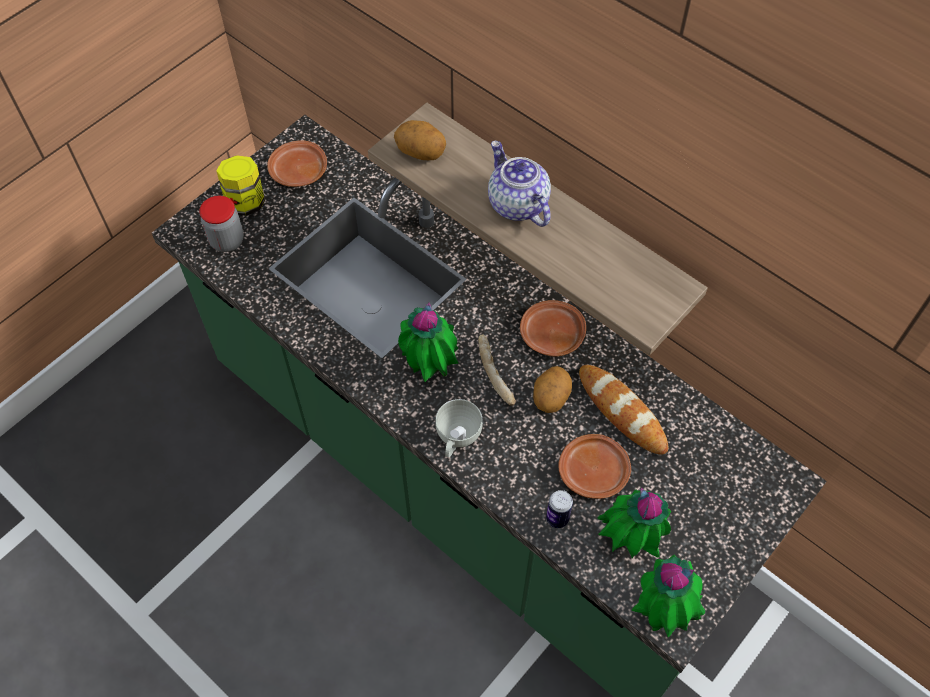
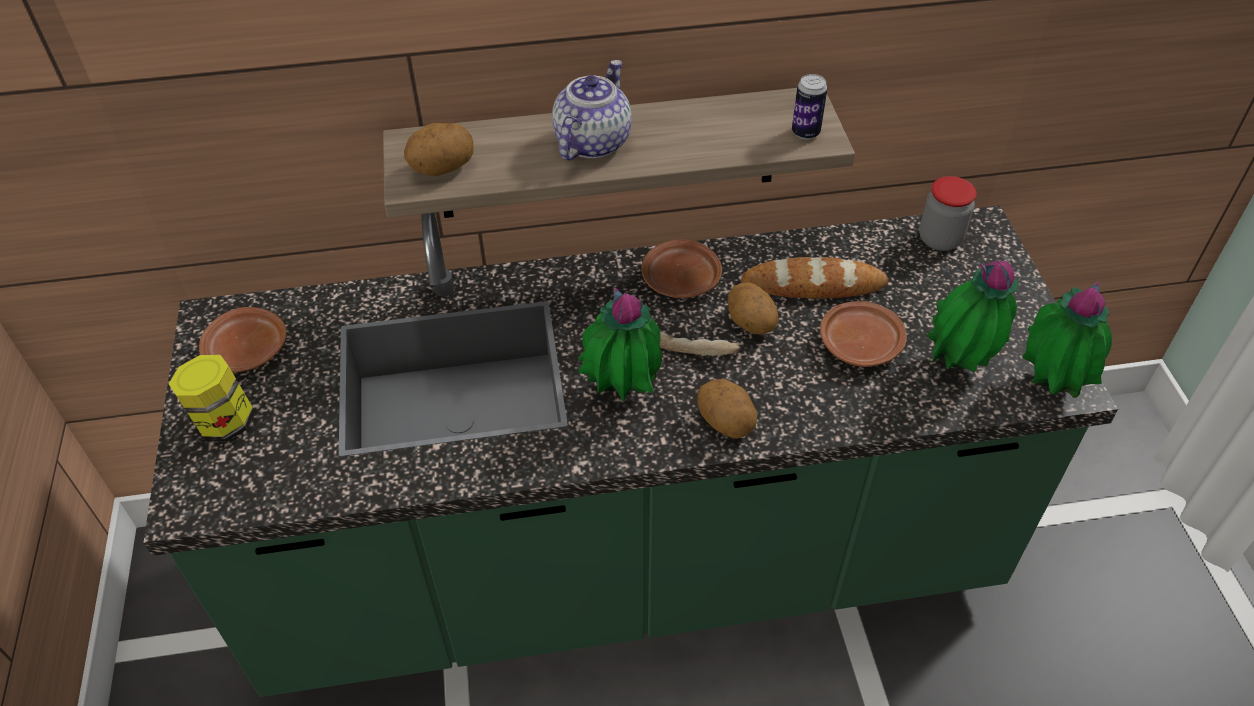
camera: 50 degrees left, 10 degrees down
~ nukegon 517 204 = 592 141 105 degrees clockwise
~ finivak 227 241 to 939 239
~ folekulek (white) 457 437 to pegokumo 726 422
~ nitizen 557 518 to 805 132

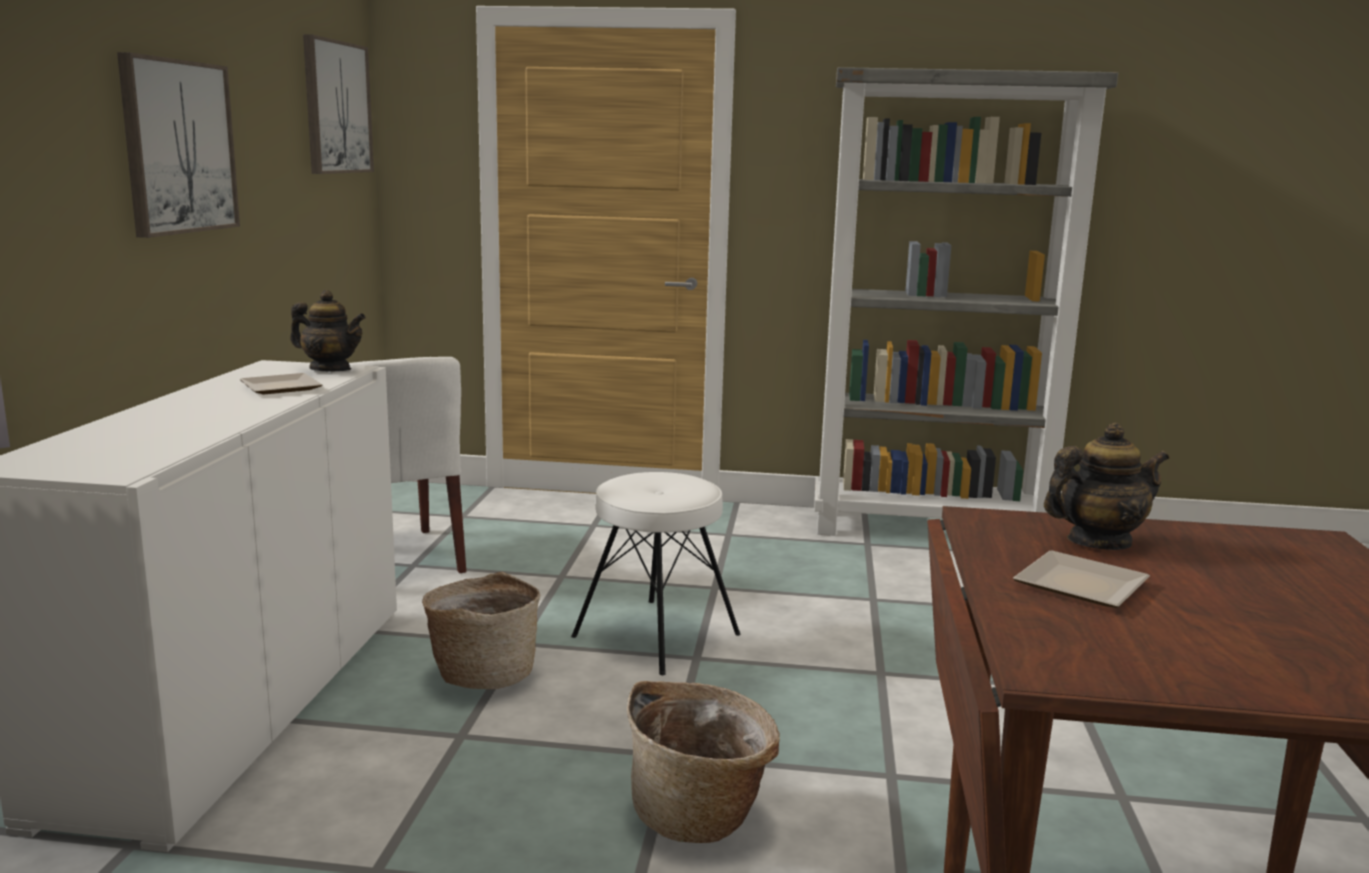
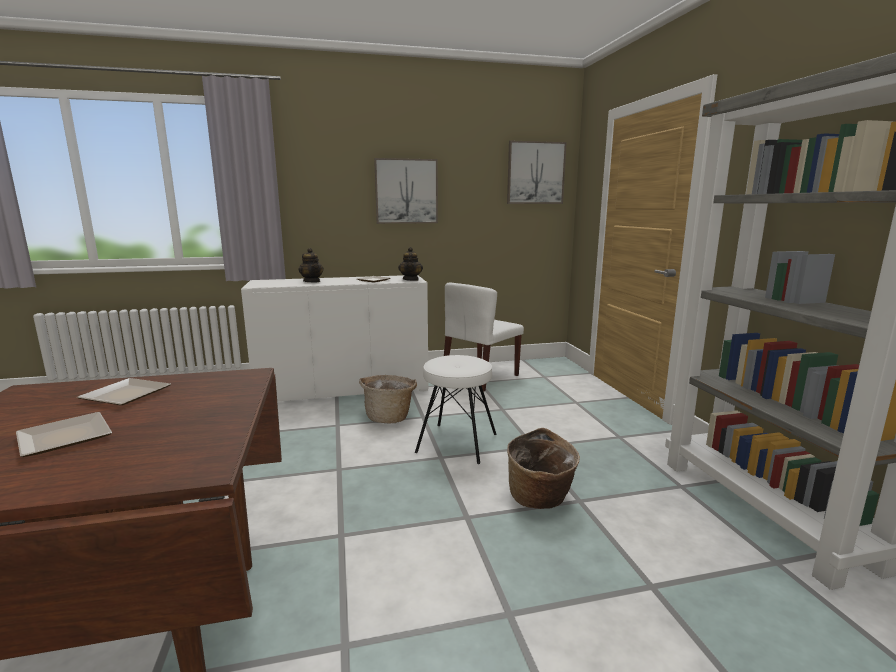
camera: 70 degrees right, 0 degrees up
~ nukegon 1098 542 to 312 281
~ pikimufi 700 815 to 540 499
+ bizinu 62 439

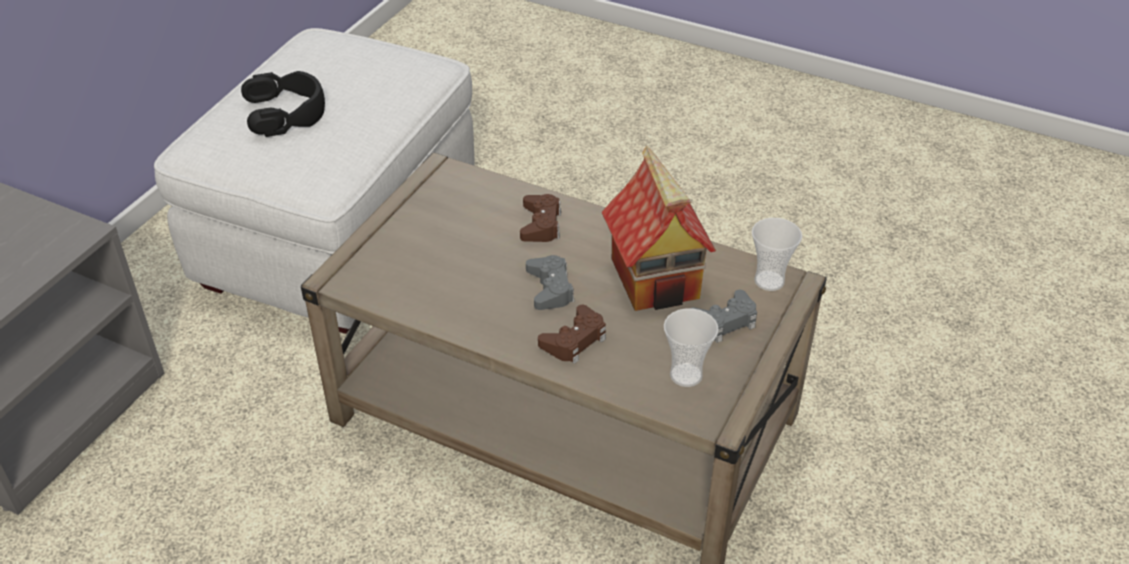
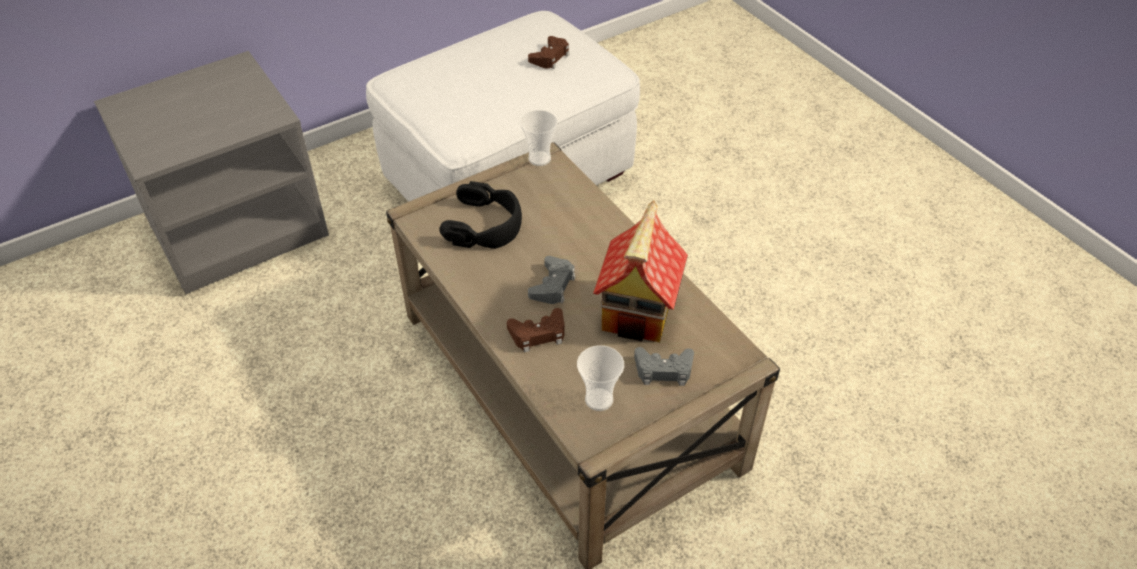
camera: 30 degrees right, 5 degrees up
~ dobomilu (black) 286 112 to 485 225
~ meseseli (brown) 541 224 to 550 57
~ folekulek 769 281 to 539 159

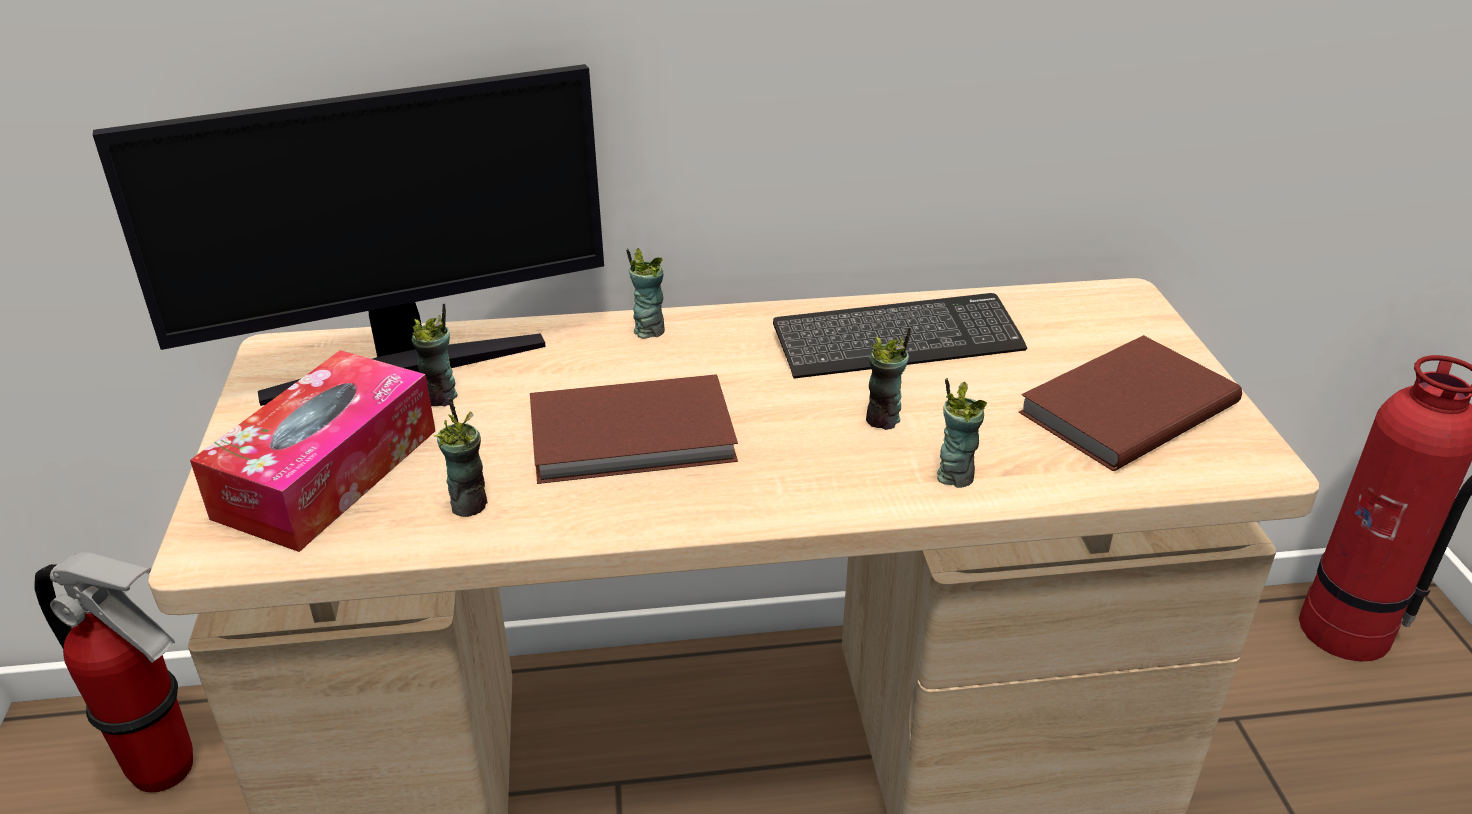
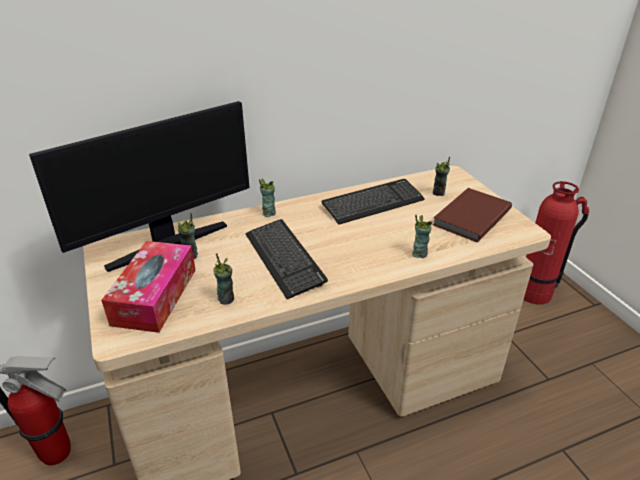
camera: 15 degrees left, 0 degrees up
~ folekulek 883 420 to 439 193
~ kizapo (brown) 635 437 to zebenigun 284 259

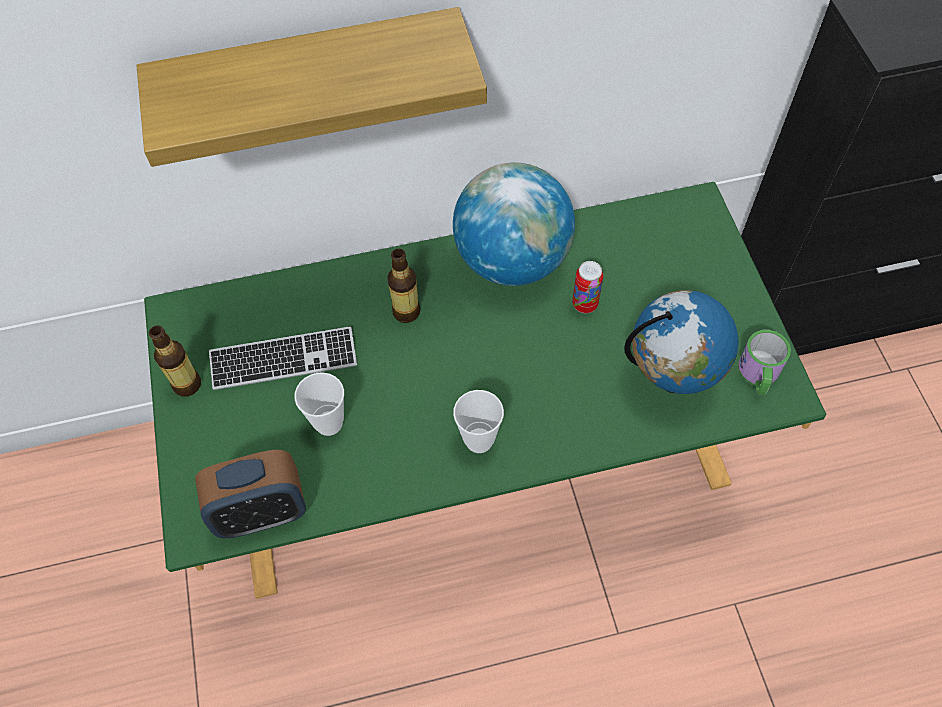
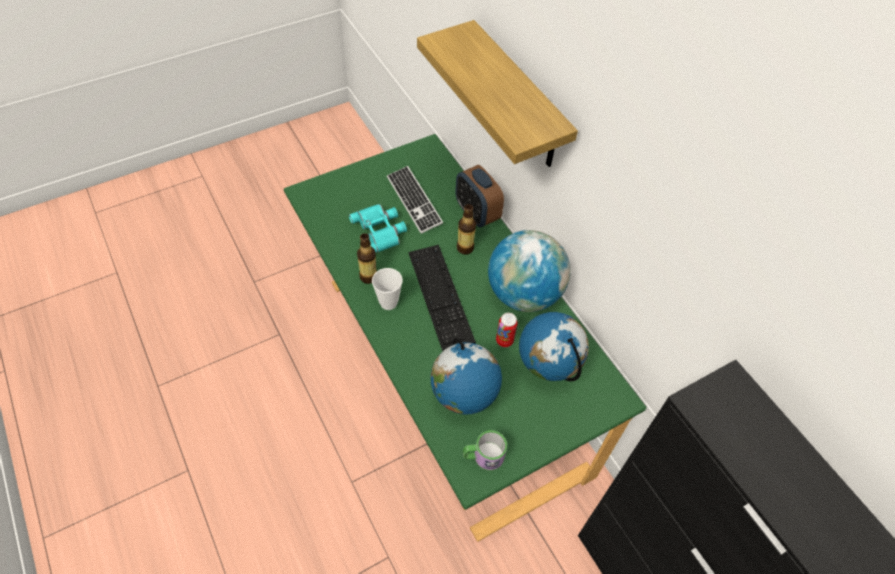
camera: 70 degrees right, 5 degrees down
~ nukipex 187 384 to 368 277
~ folekulek 329 423 to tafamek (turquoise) 380 230
~ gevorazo 262 513 to 476 213
+ zebenigun 440 296
+ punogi 546 370

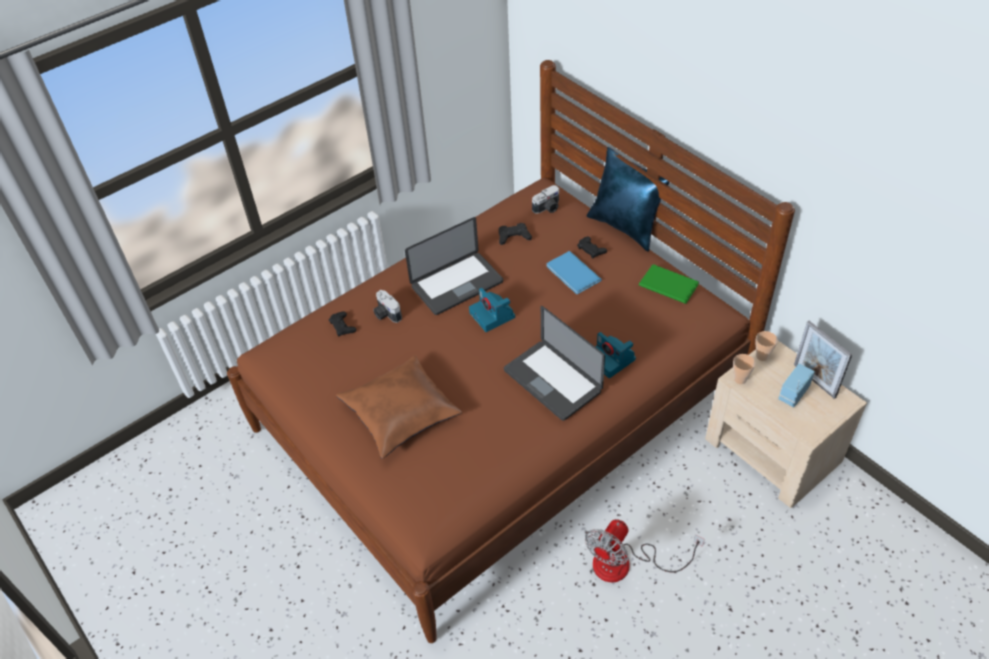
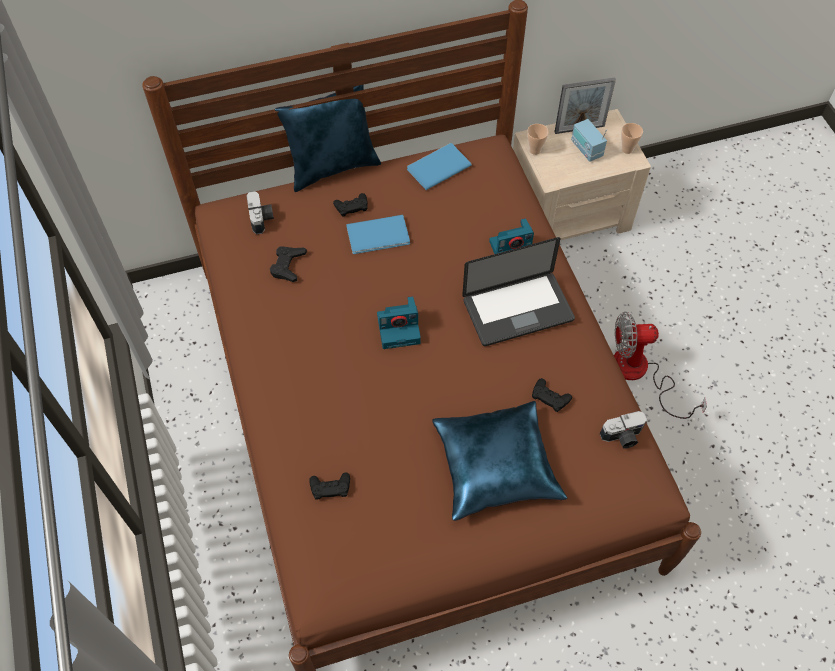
camera: 70 degrees left, 10 degrees up
- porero 457 284
~ kizapo (green) 667 283 to kizapo (blue) 436 167
~ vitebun 386 314 to 623 437
~ folekulek 740 379 to 627 149
~ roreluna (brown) 401 413 to roreluna (blue) 496 465
~ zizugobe 625 564 = 640 374 120 degrees clockwise
+ meseseli (black) 550 397

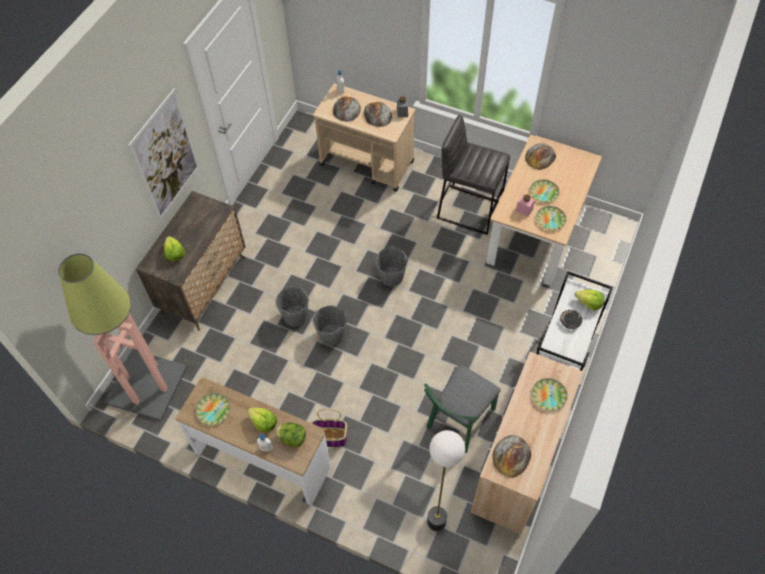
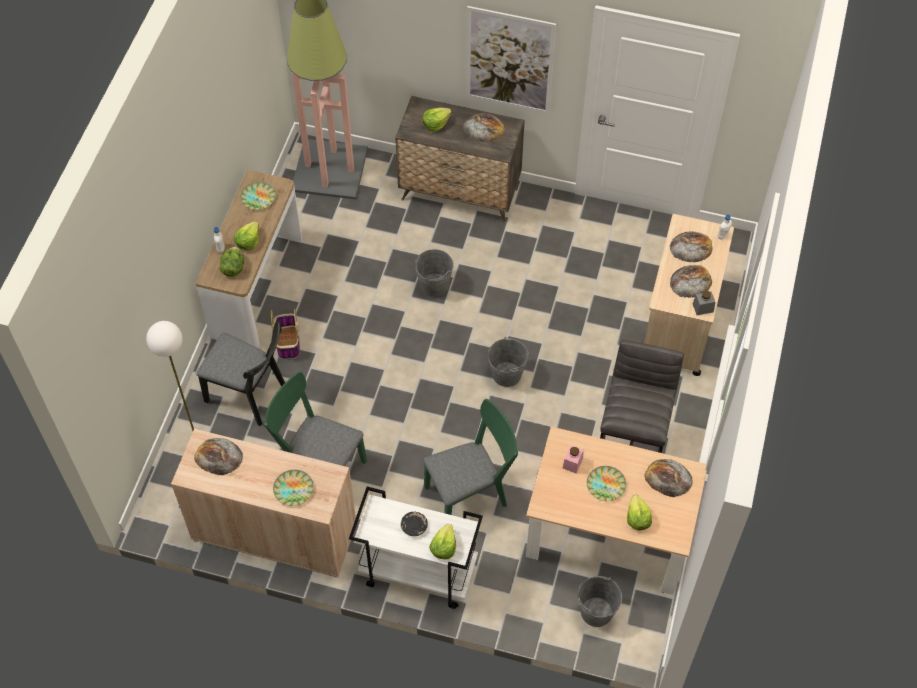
camera: 80 degrees right, 0 degrees up
- bizinu 551 219
~ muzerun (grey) 331 335 to 596 612
+ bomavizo 484 128
+ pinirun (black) 250 395
+ pinirun (green) 471 493
+ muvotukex 637 518

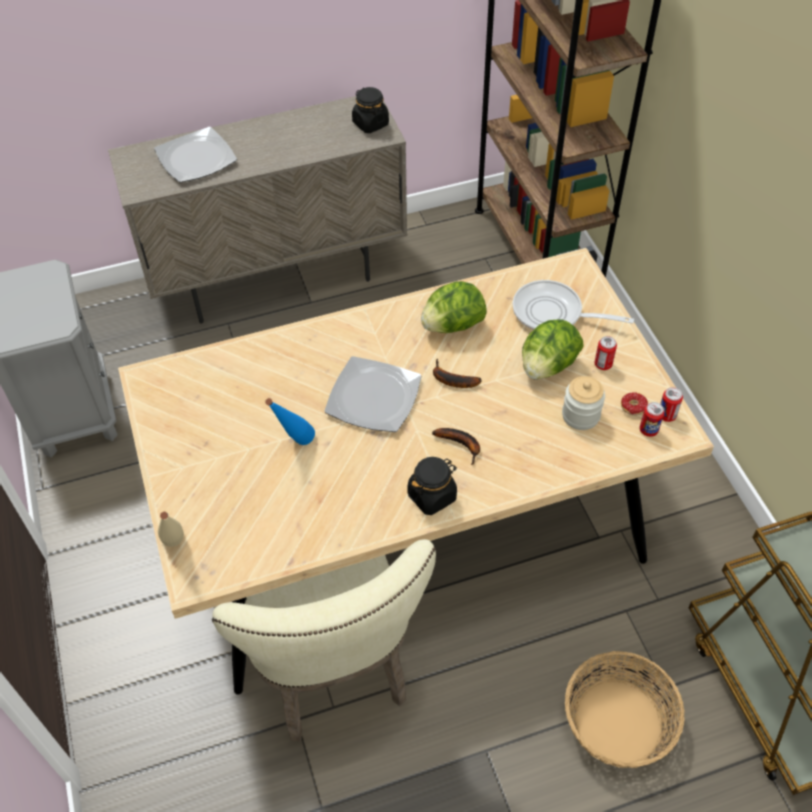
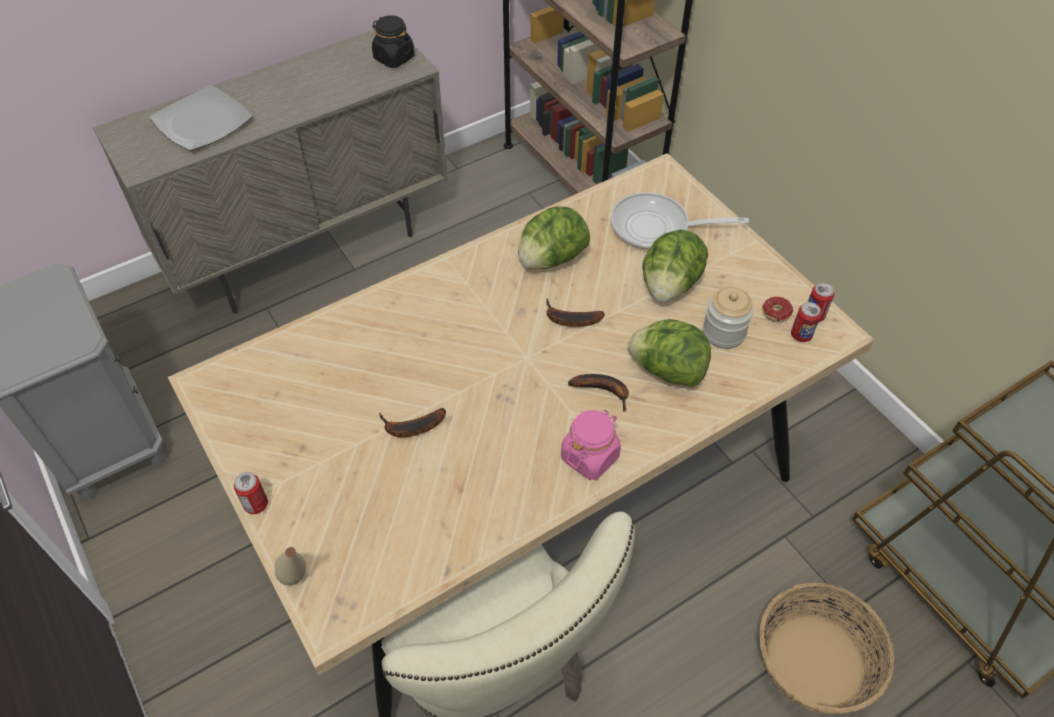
camera: 15 degrees left, 0 degrees up
~ nitizen 603 364 to 256 504
- bizinu 374 398
~ nukipex (blue) 294 444 to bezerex 411 428
~ finivak (black) 432 496 to finivak (pink) 590 456
+ muvotukex 667 370

